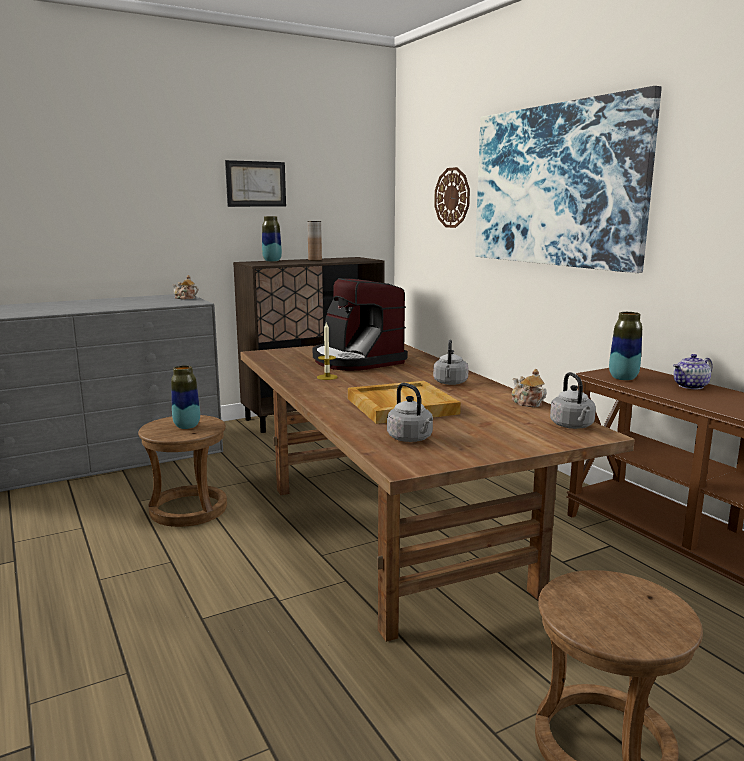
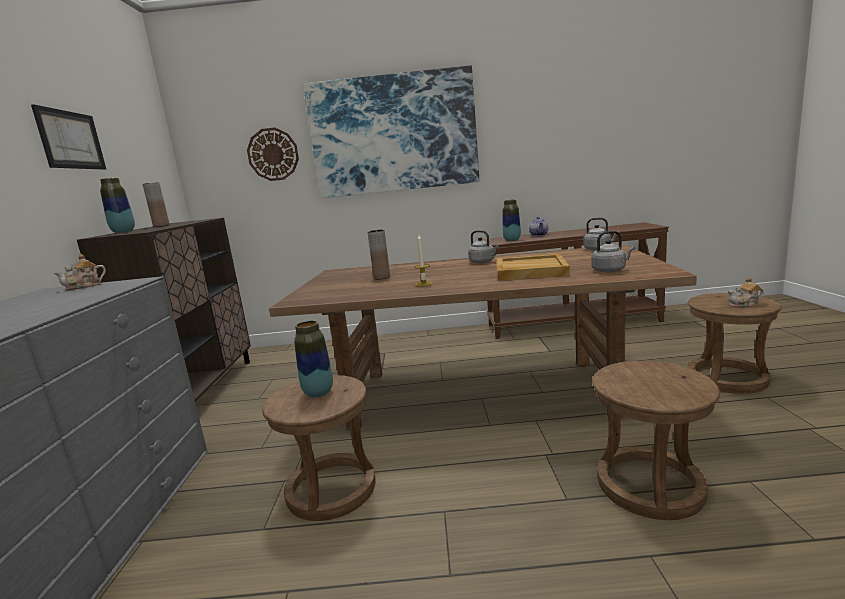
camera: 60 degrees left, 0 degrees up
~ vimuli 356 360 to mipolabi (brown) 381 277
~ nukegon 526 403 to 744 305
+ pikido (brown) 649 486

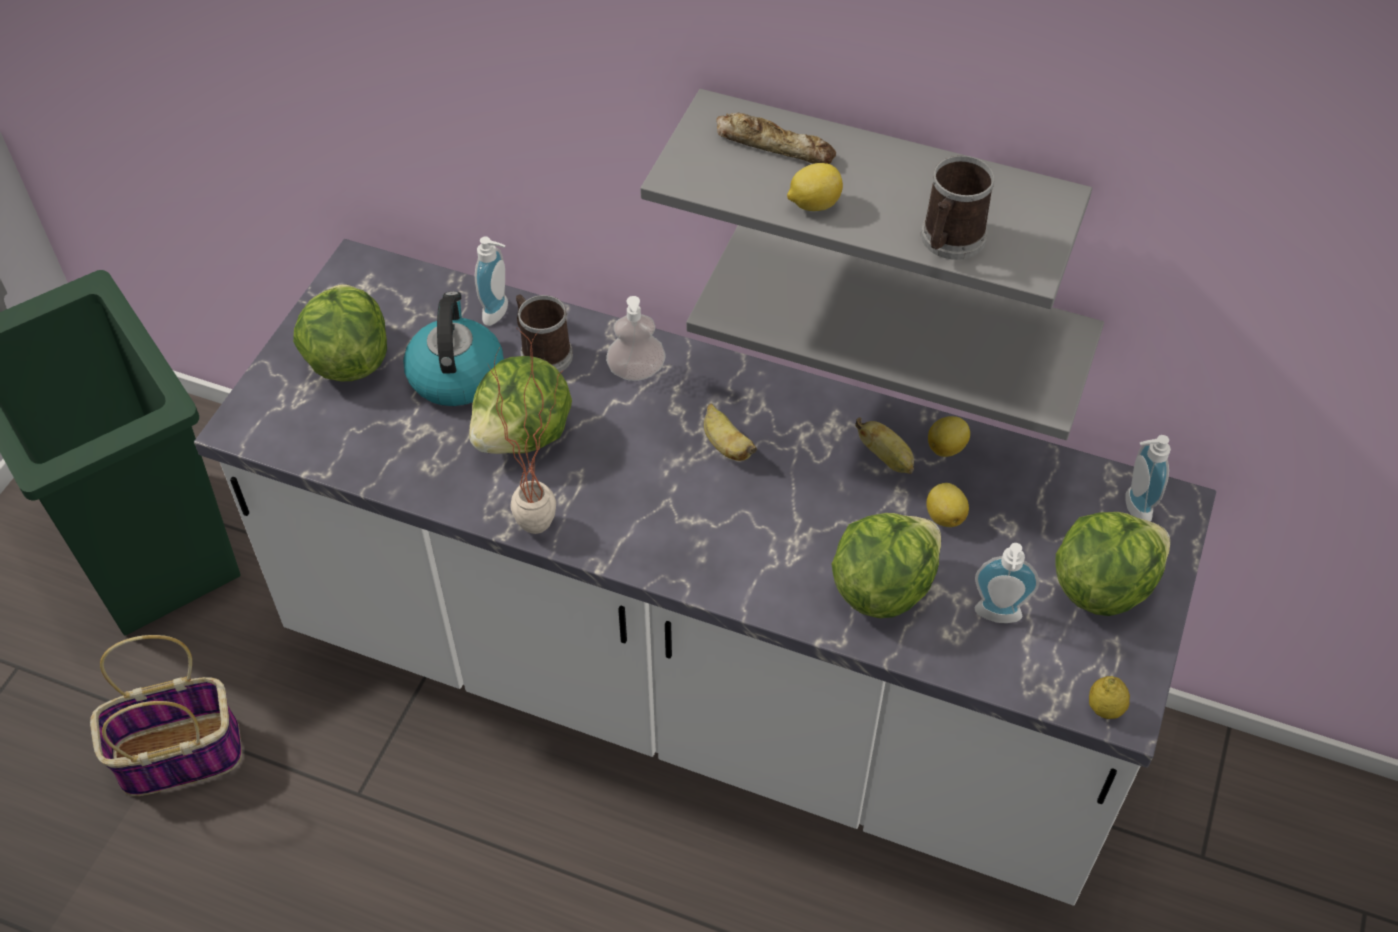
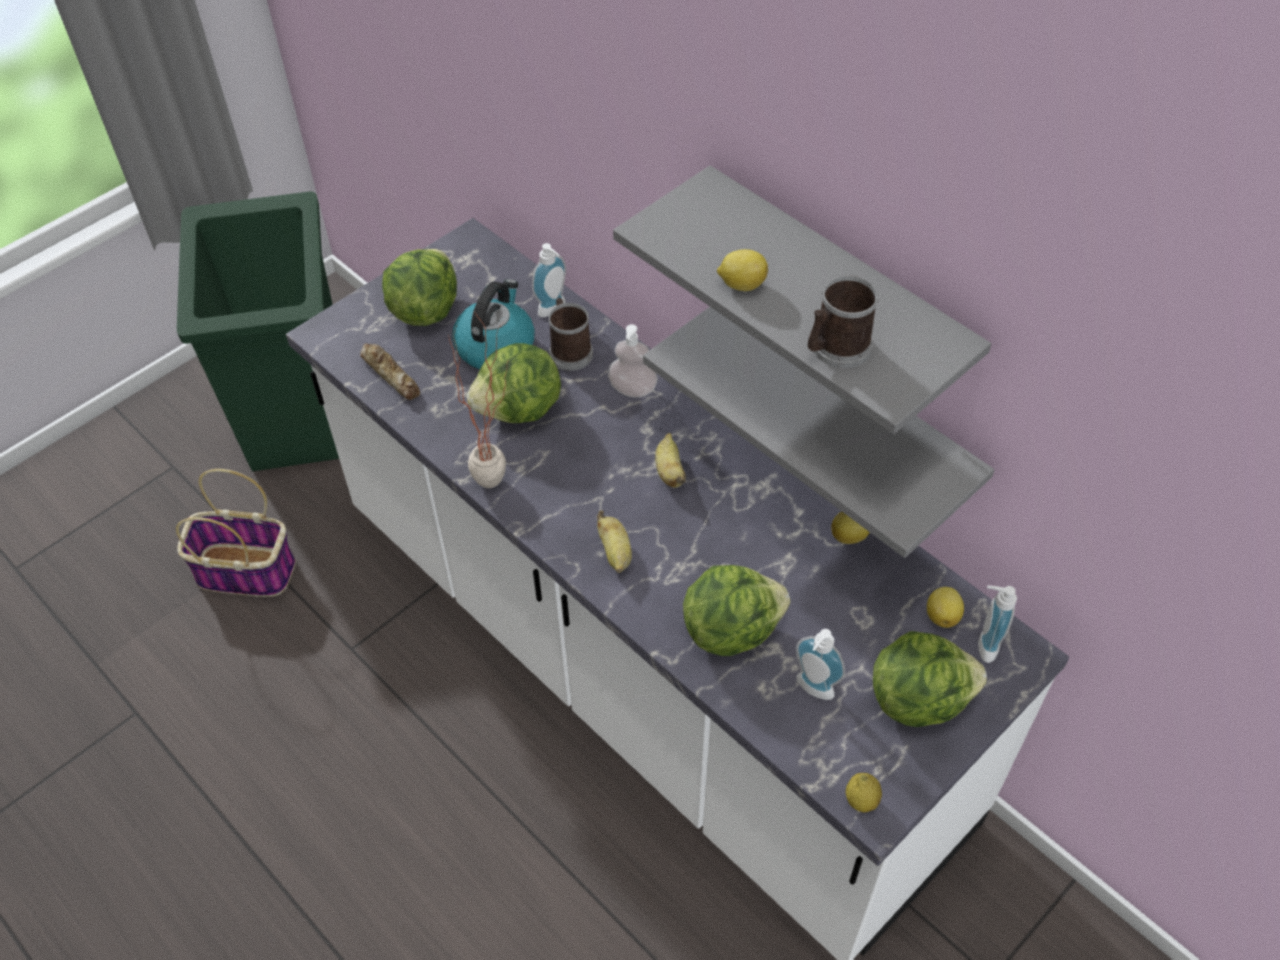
camera: 25 degrees right, 0 degrees up
~ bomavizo 774 145 to 391 375
~ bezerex 886 458 to 615 553
~ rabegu 944 515 to 942 615

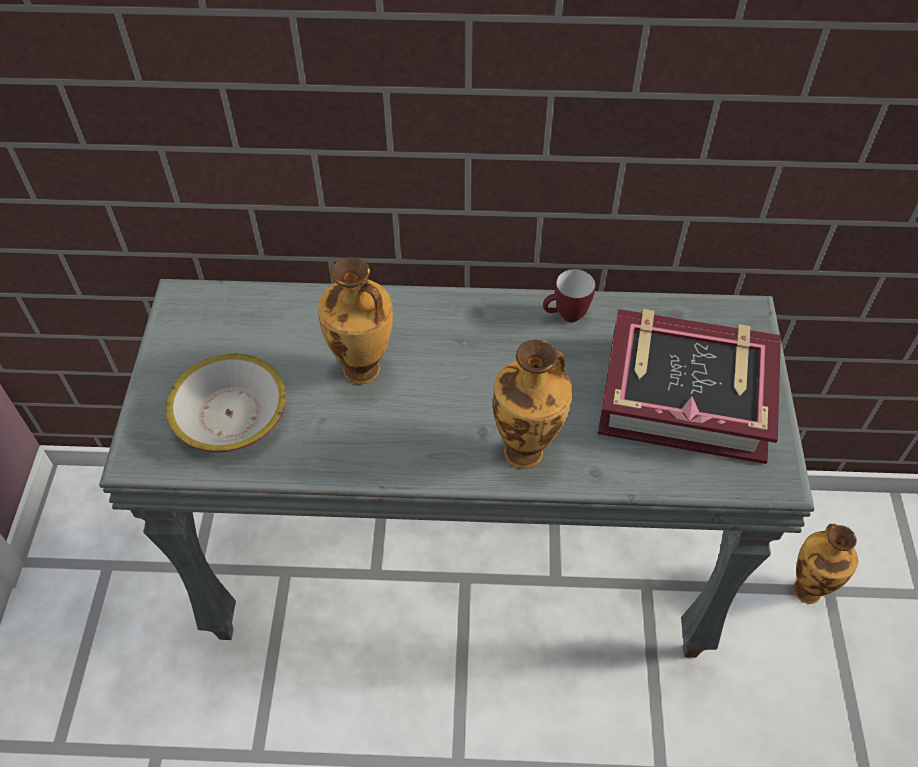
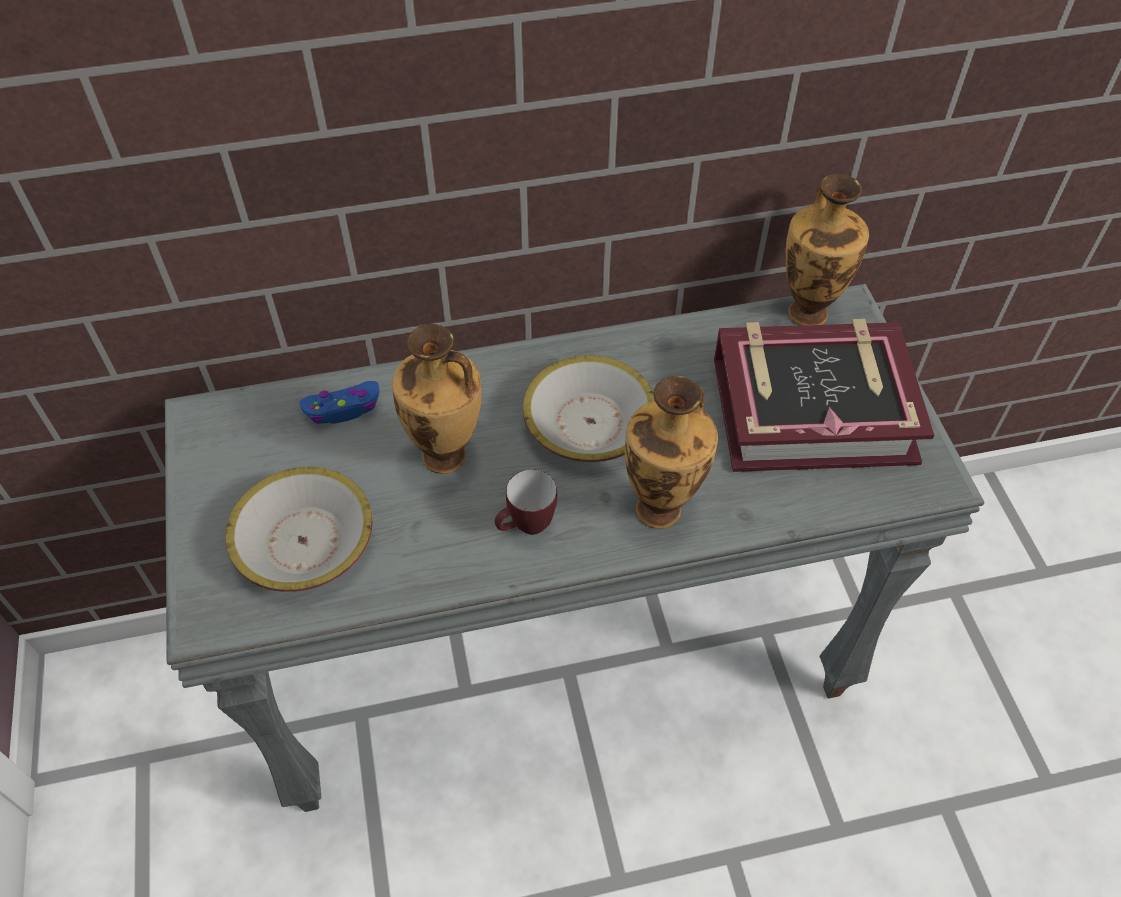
camera: 15 degrees left, 0 degrees up
~ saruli 565 317 to 526 528
~ mipolabi 807 588 to 807 311
+ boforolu 590 423
+ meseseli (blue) 343 408

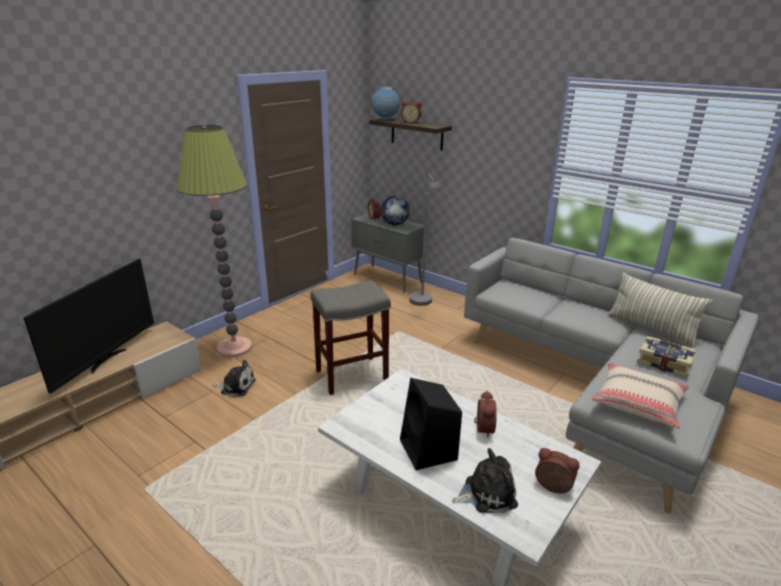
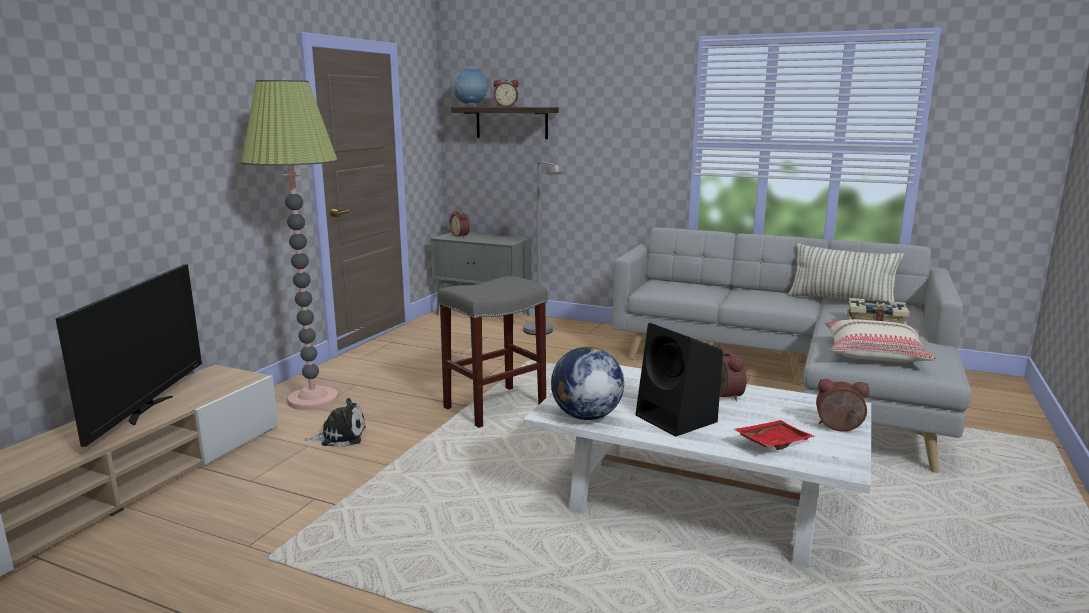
camera: 15 degrees left, 10 degrees down
~ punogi 394 224 to 586 416
~ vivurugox 486 493 to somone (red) 772 442

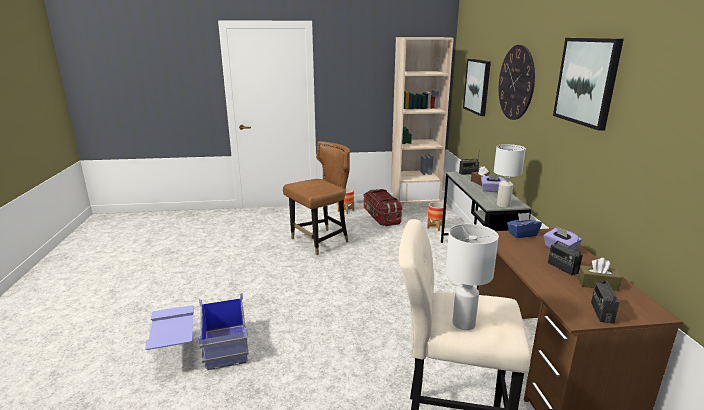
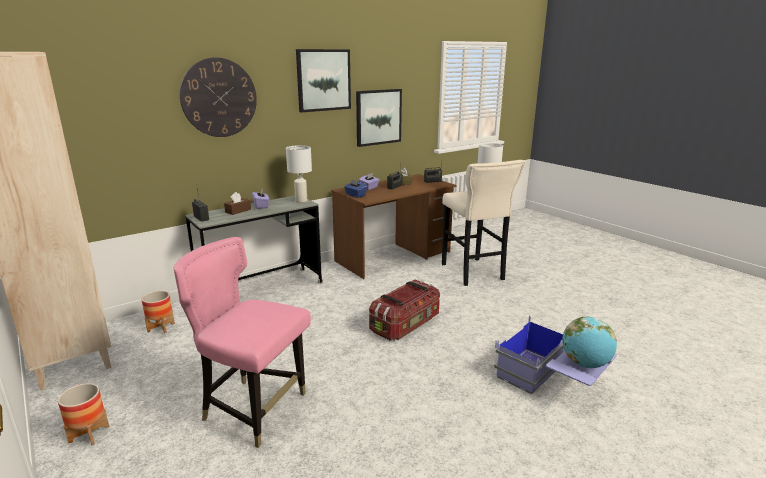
camera: 120 degrees left, 0 degrees up
~ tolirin 477 86 to 378 117
~ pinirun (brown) 320 241 to pinirun (pink) 254 409
~ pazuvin 381 217 to 406 324
+ punogi 585 364

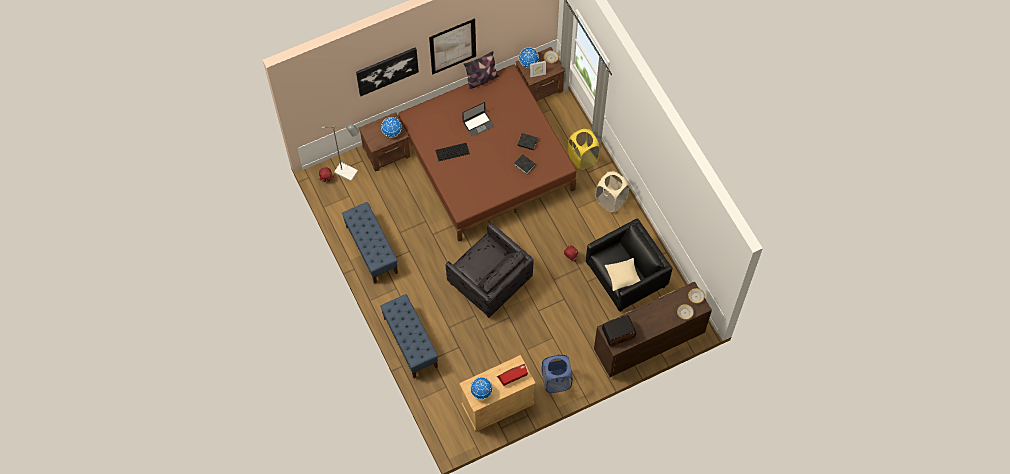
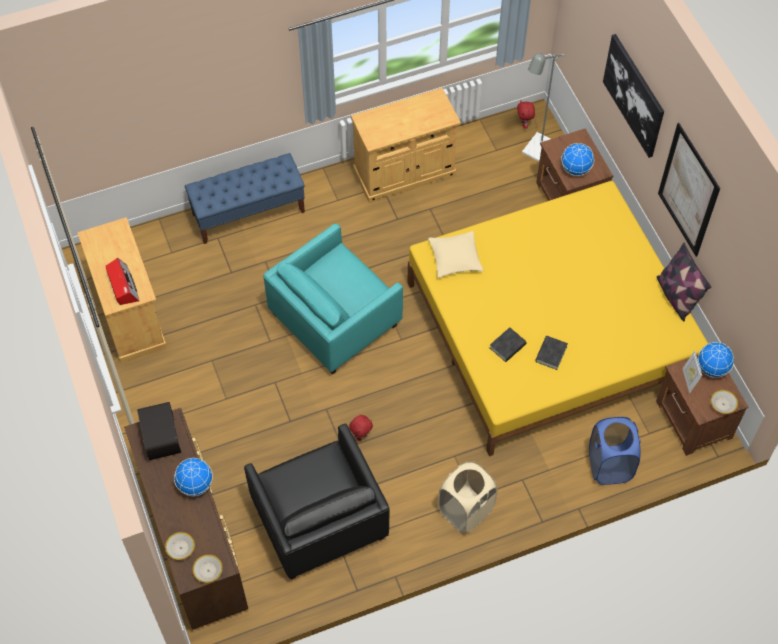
camera: 95 degrees right, 5 degrees down
~ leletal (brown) 487 161 to leletal (yellow) 550 331
- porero 478 124
- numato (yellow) 582 158
- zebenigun 452 151
~ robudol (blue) 371 249 to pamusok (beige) 404 173
~ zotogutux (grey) 490 281 to zotogutux (turquoise) 335 320
~ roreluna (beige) 622 276 to 455 258
~ numato (blue) 556 381 to 609 465
~ punogi 481 392 to 195 485

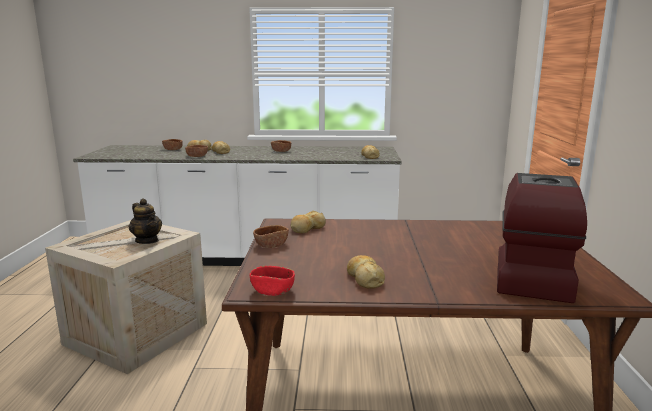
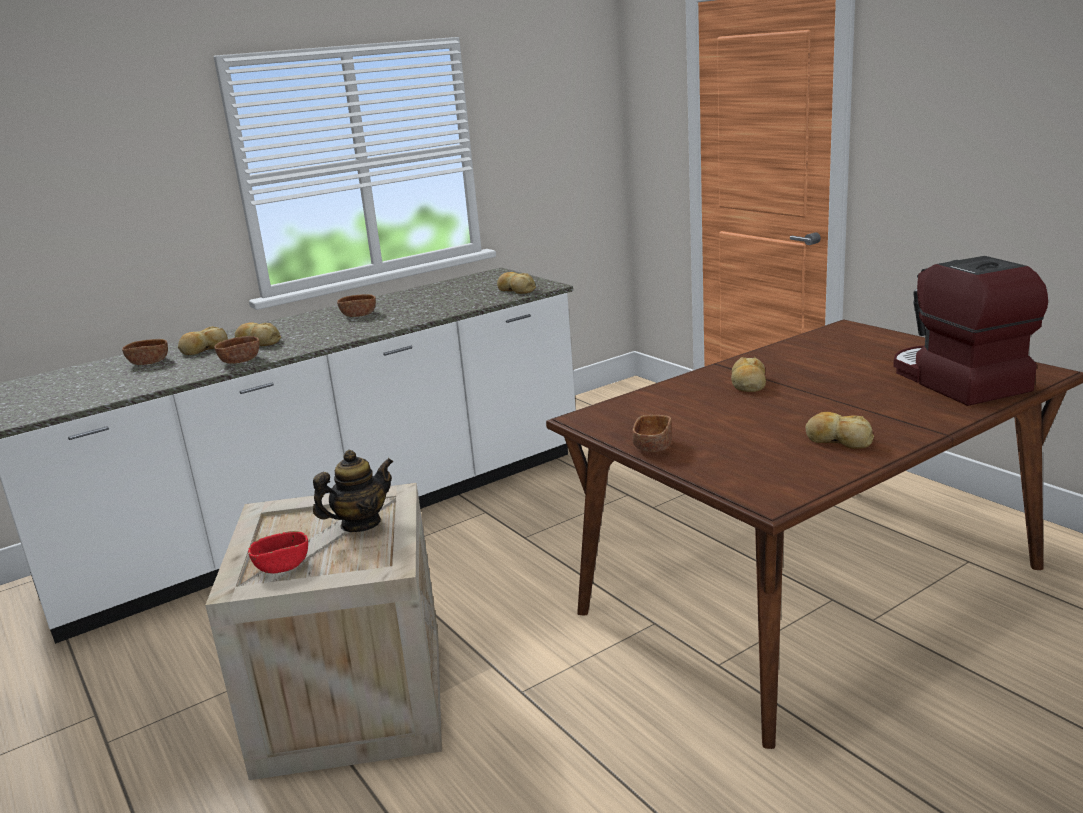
camera: 35 degrees left, 5 degrees up
~ nukegon 147 240 = 360 524 45 degrees counterclockwise
~ bomavizo 307 228 to 748 383
~ boforolu (red) 272 291 to 282 565

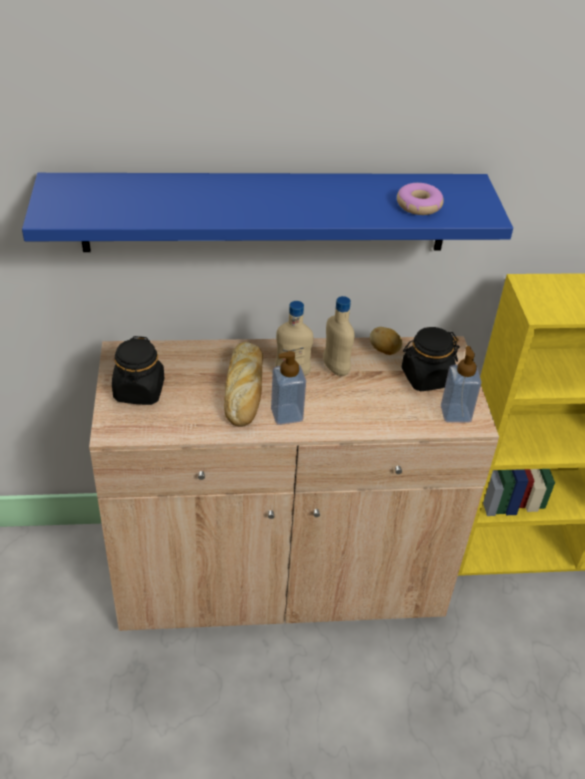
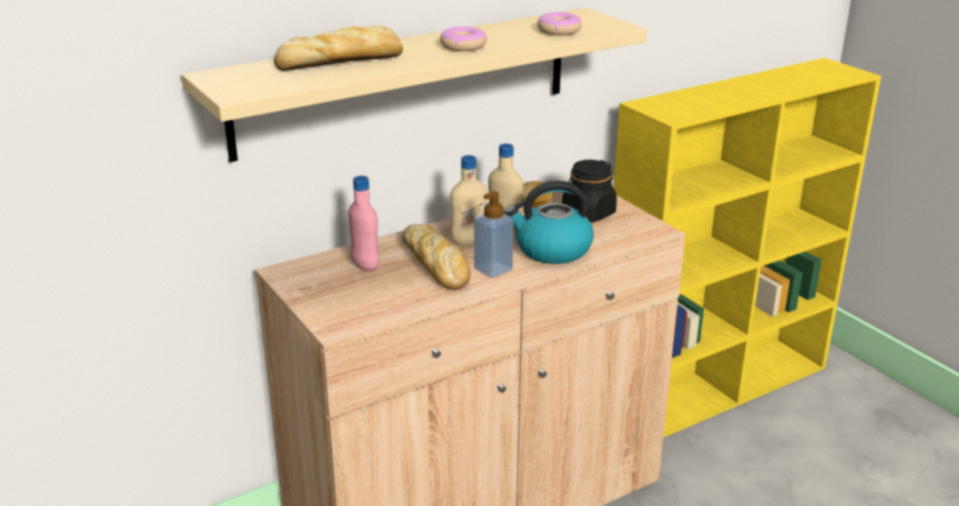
camera: 25 degrees left, 15 degrees down
~ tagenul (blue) 266 212 to tagenul (beige) 406 81
- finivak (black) 139 391
- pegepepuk 455 413
+ bomavizo 342 61
+ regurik 463 46
+ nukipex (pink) 365 266
+ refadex 551 250

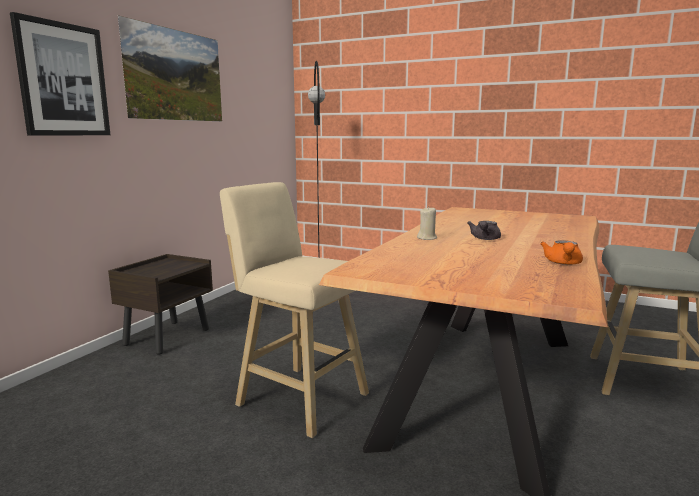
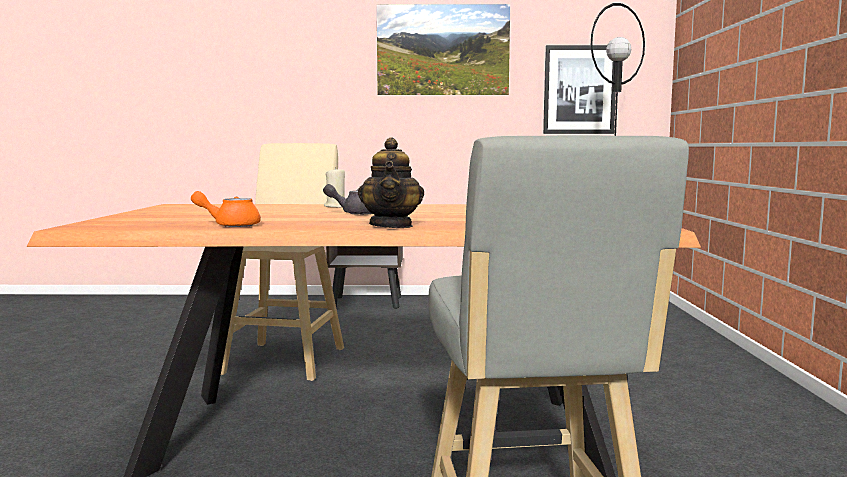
camera: 65 degrees right, 5 degrees down
~ tolirin 63 80 to 579 90
+ nukegon 392 226

